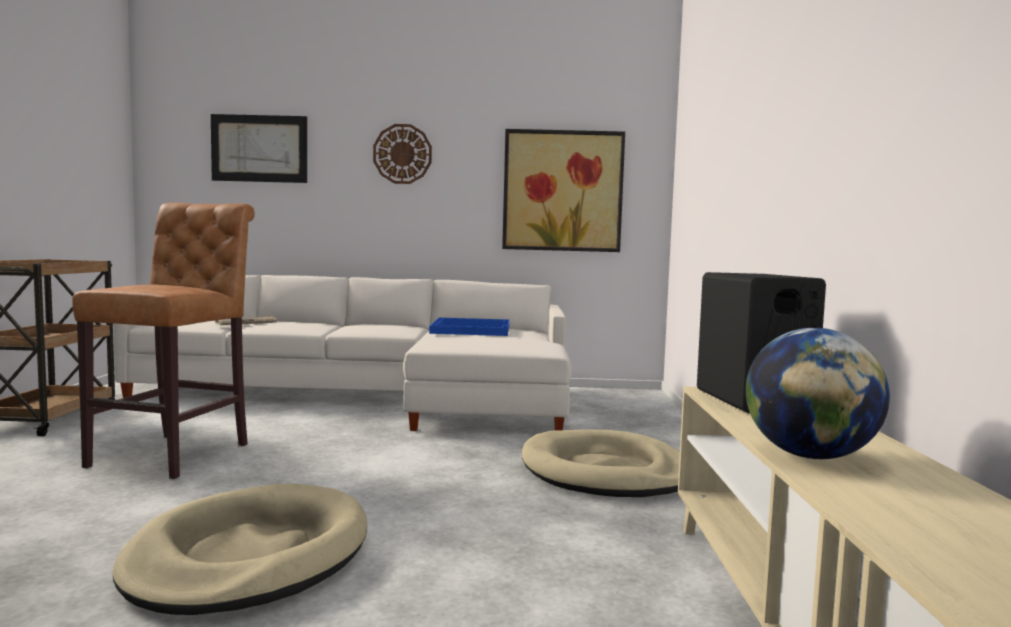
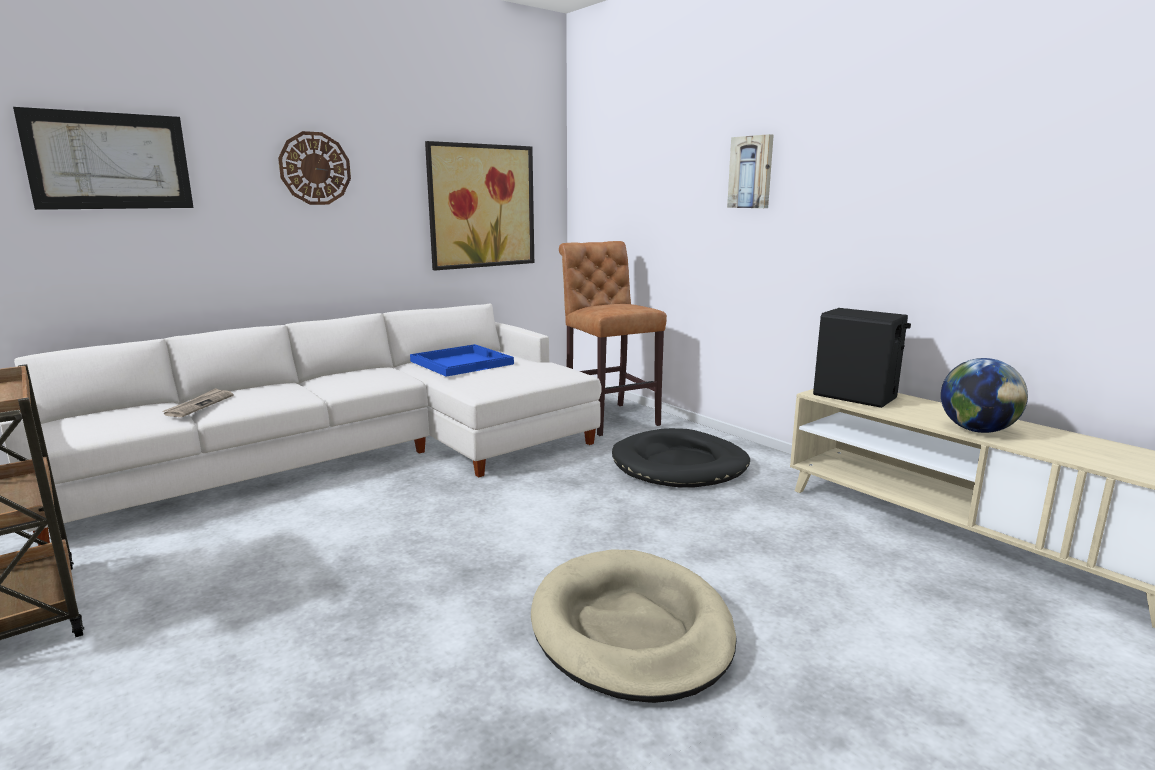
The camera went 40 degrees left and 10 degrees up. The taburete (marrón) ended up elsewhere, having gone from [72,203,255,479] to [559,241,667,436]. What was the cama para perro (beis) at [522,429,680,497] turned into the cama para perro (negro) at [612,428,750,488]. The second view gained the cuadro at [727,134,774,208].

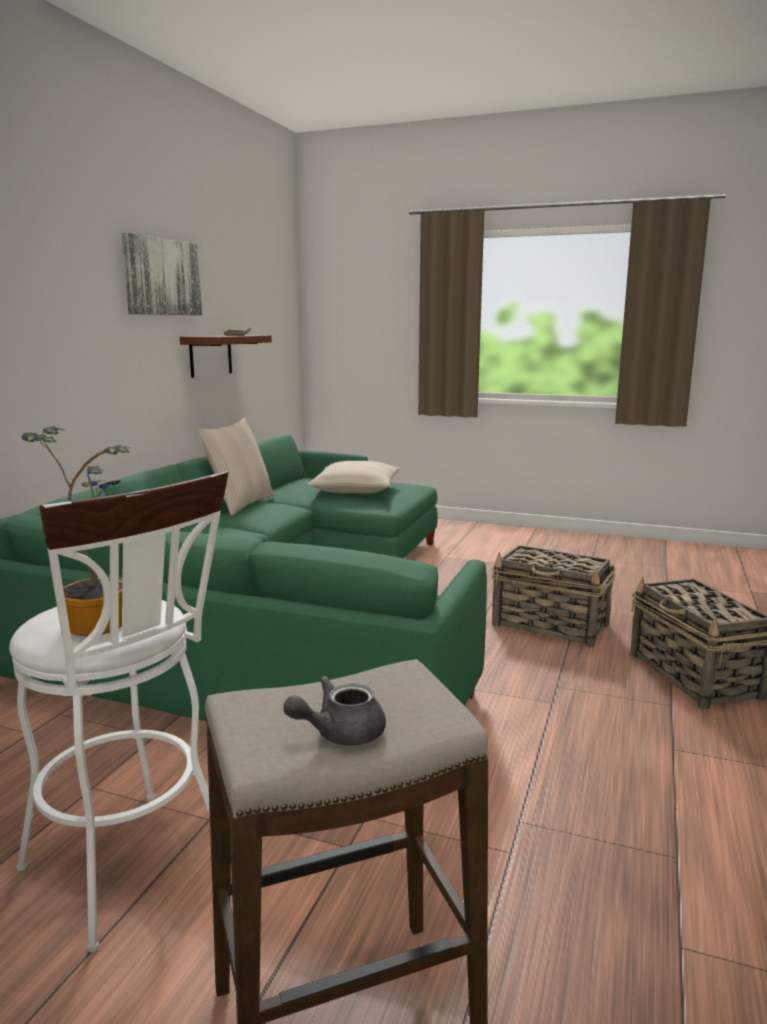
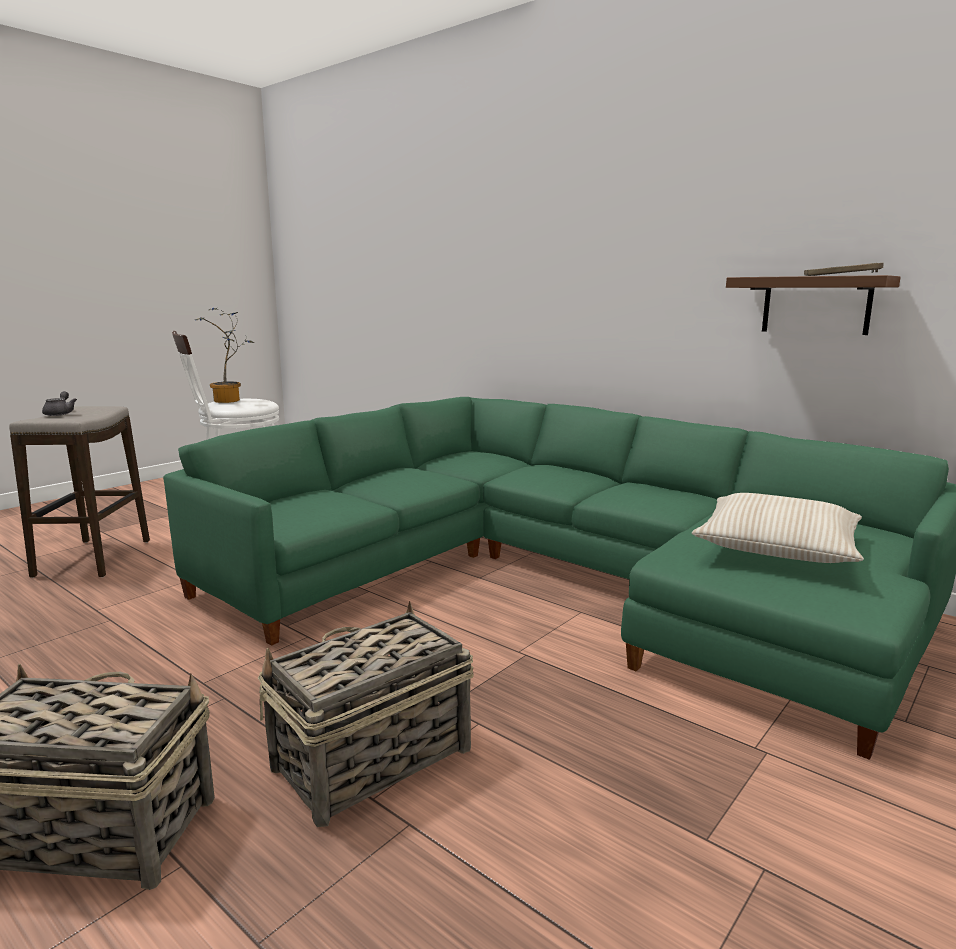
The camera went 110 degrees right and 0 degrees up. The second view lost the cuadro at [122,233,202,315]. The second view lost the cojín (beis) at [198,418,275,516].

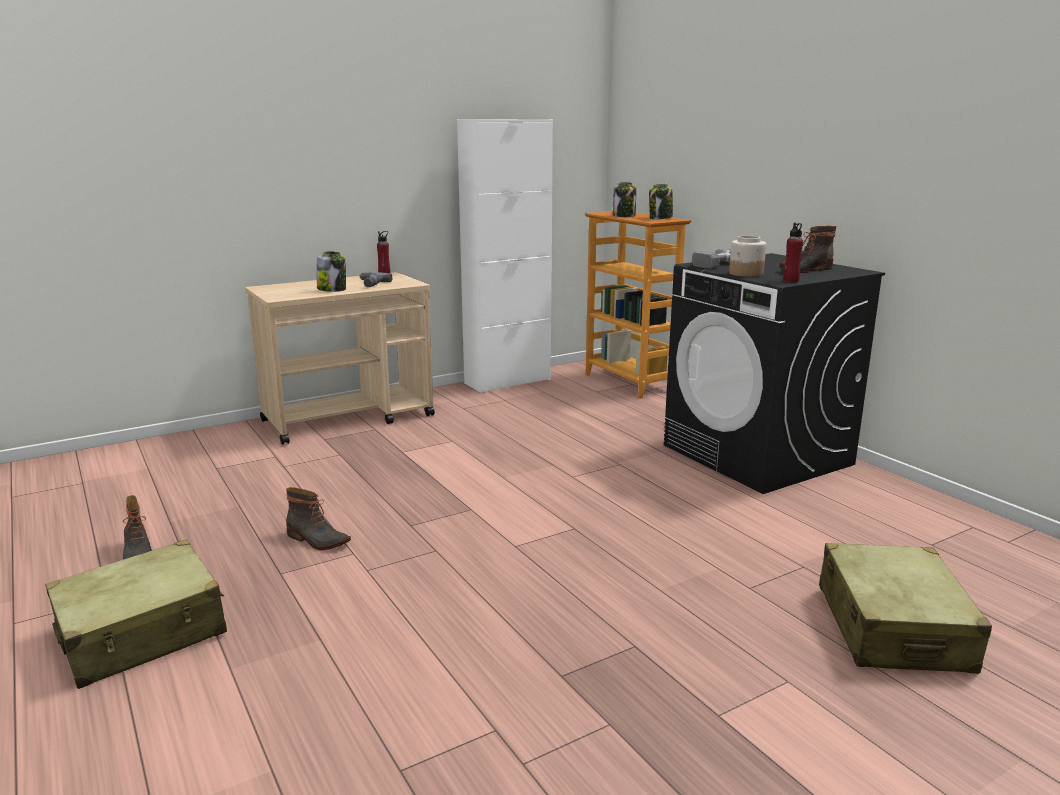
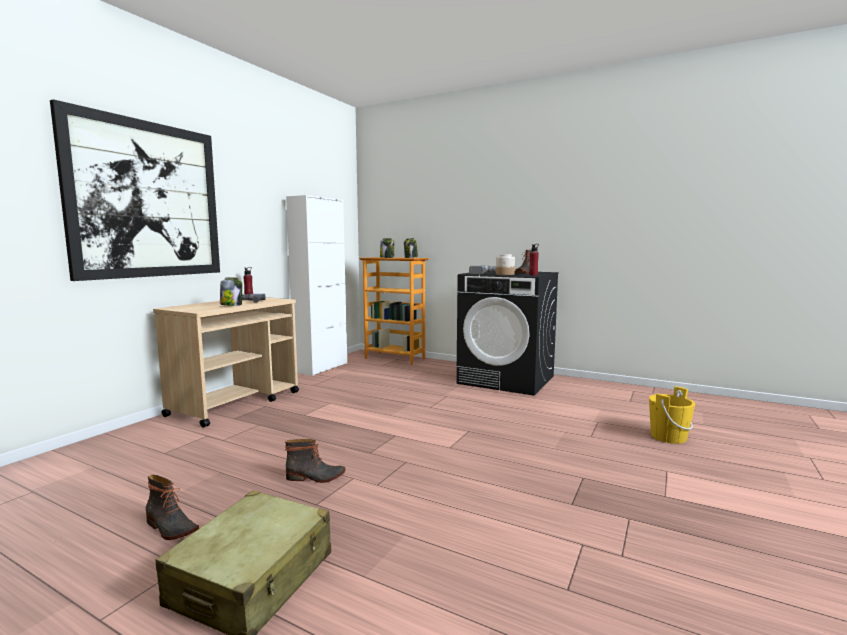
The camera went 30 degrees left and 10 degrees down. Where the maleta (beis) stood at [819,543,992,674], the cubo (amarillo) came to stand at [649,386,695,444]. The second view gained the cuadro at [50,99,220,281].

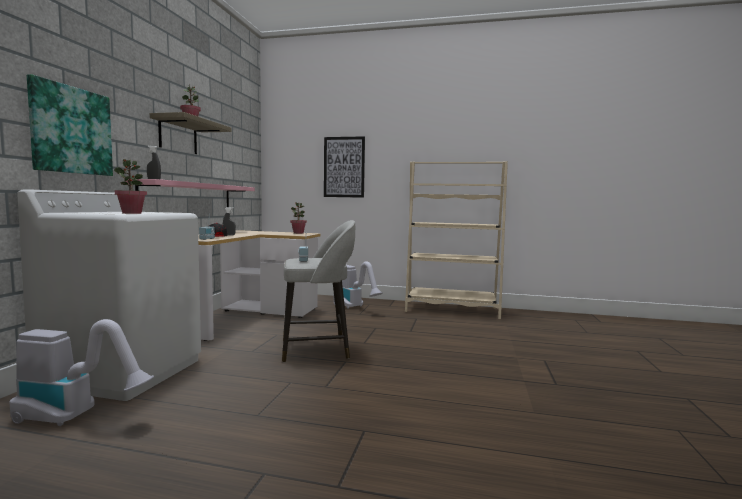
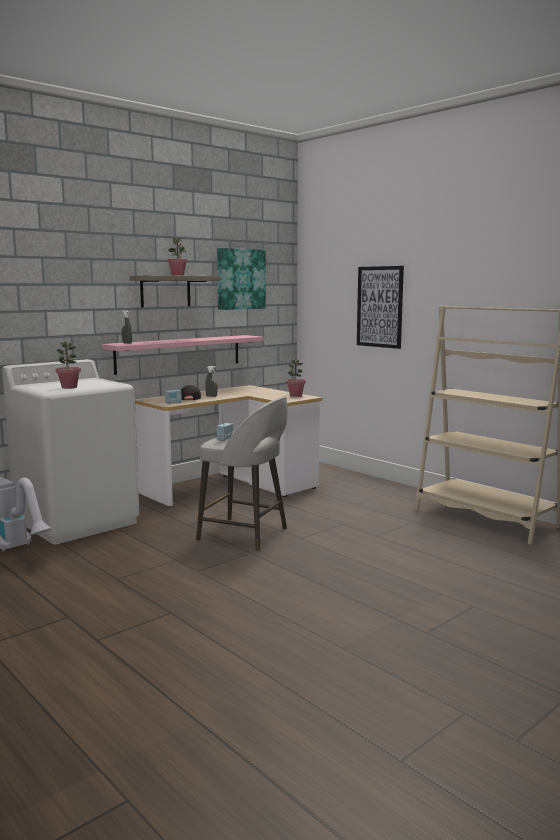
The camera went 35 degrees right and 5 degrees up. The cuadro ended up elsewhere, having gone from [27,74,113,176] to [217,248,266,310]. The second view lost the aspiradora at [333,261,383,309].

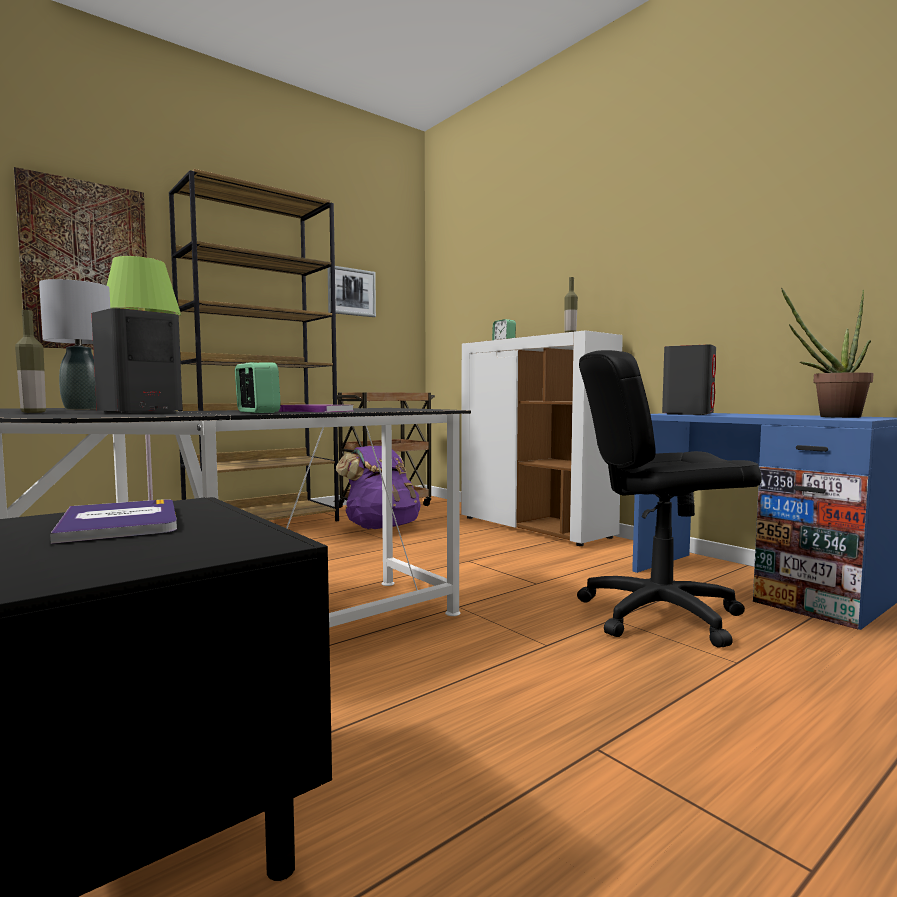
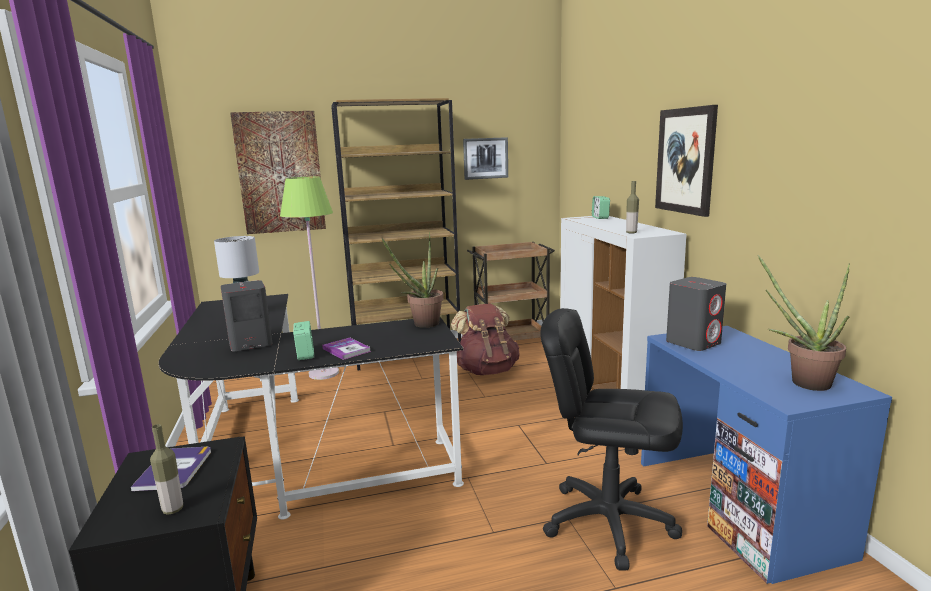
The camera went 25 degrees right and 10 degrees up. The botella ended up elsewhere, having gone from [15,310,46,413] to [150,424,183,515]. What was the mochila (morado) at [336,446,421,529] turned into the mochila (marrón) at [451,303,520,375]. The second view gained the cuadro at [655,105,718,217]. The second view gained the planta en maceta at [382,232,443,328].

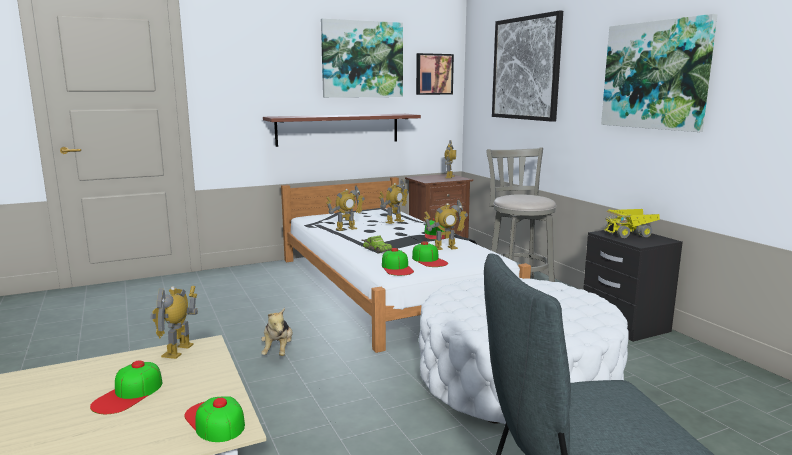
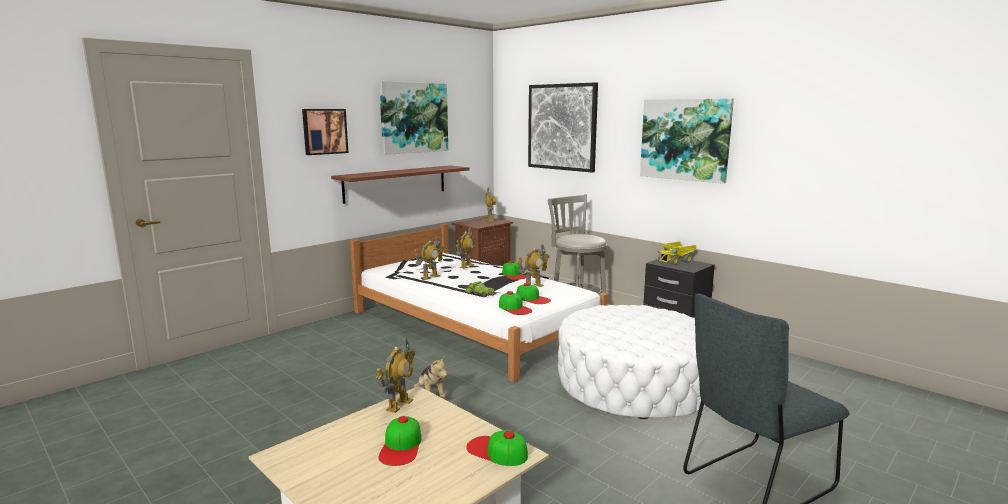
The camera went 20 degrees left and 0 degrees up. The cuadro ended up elsewhere, having gone from [416,53,454,95] to [302,109,348,155]. The robot de juguete at [151,286,198,359] ended up facing another way, 150 degrees counterclockwise from before.

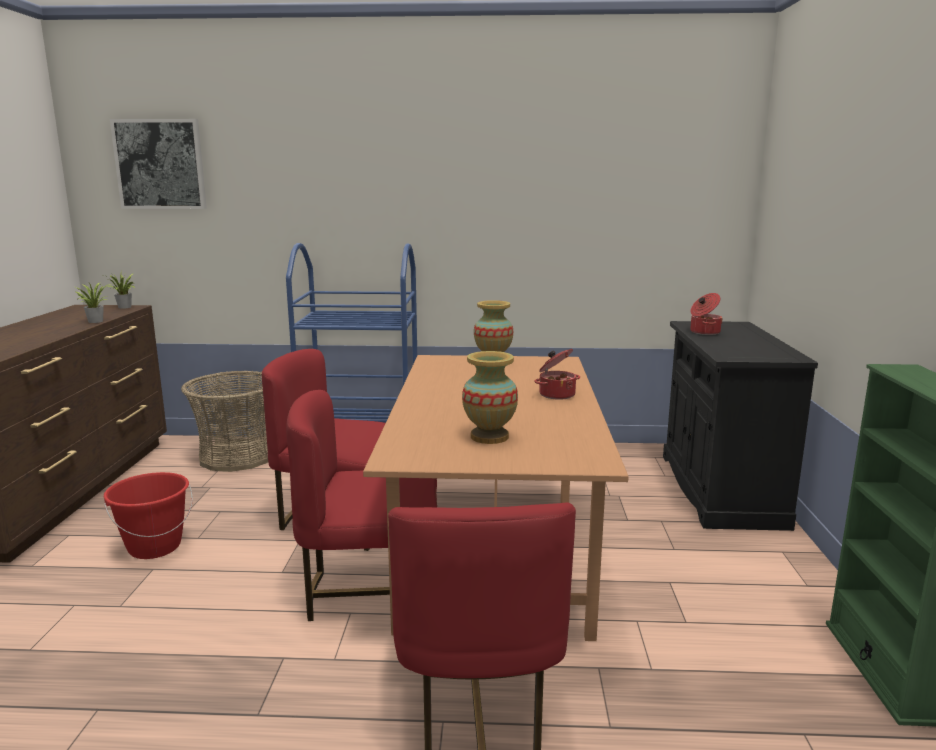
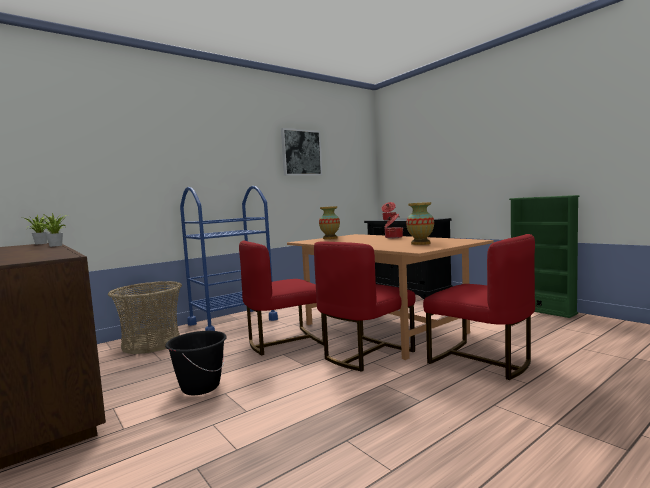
The camera went 40 degrees left and 10 degrees down. The cuadro ended up elsewhere, having gone from [110,119,207,209] to [281,128,322,176]. What was the cubo (rojo) at [104,472,193,559] turned into the cubo (negro) at [165,331,227,395].

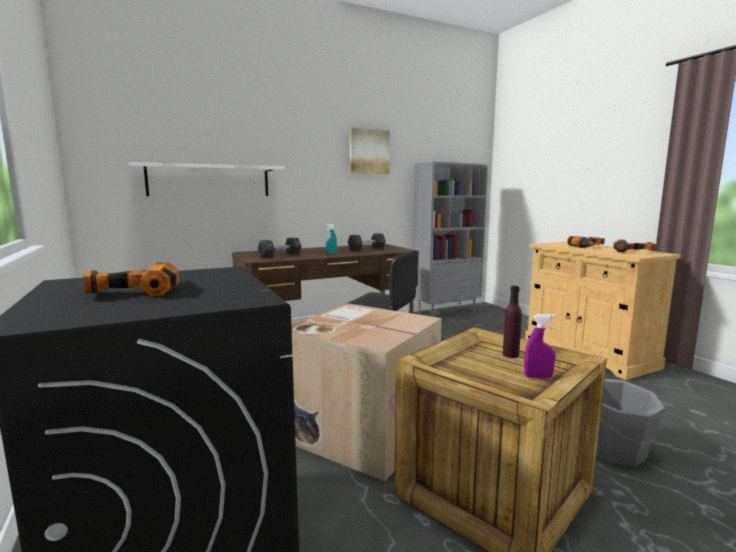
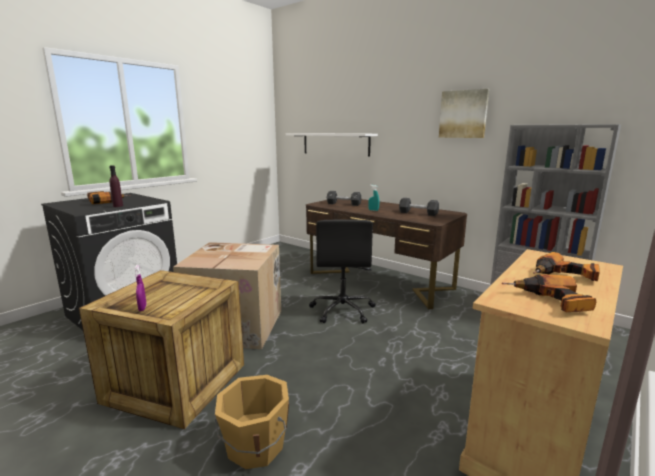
The camera went 65 degrees right and 5 degrees up. The botella (morado) ended up elsewhere, having gone from [503,286,522,358] to [109,165,123,207]. What was the cubo (gris) at [596,379,665,467] turned into the cubo (naranja) at [214,375,289,469].

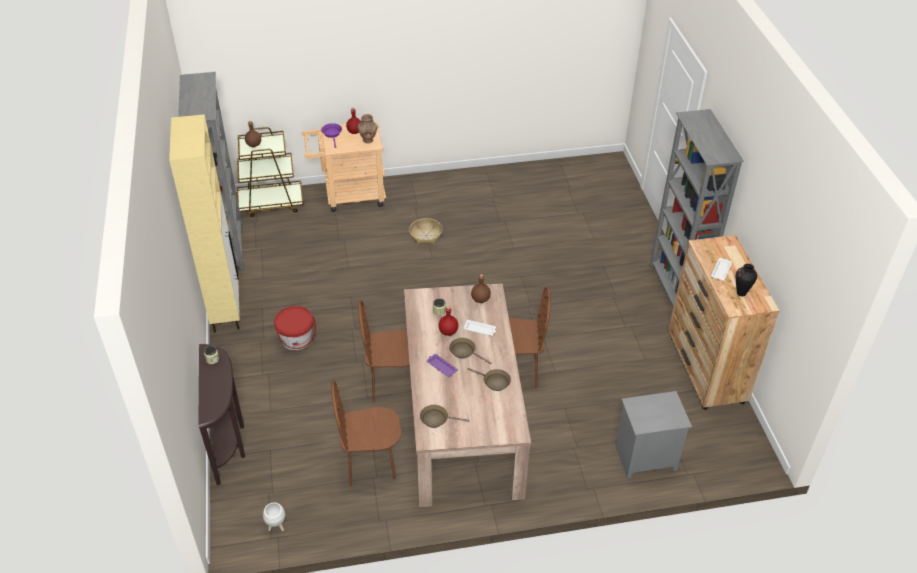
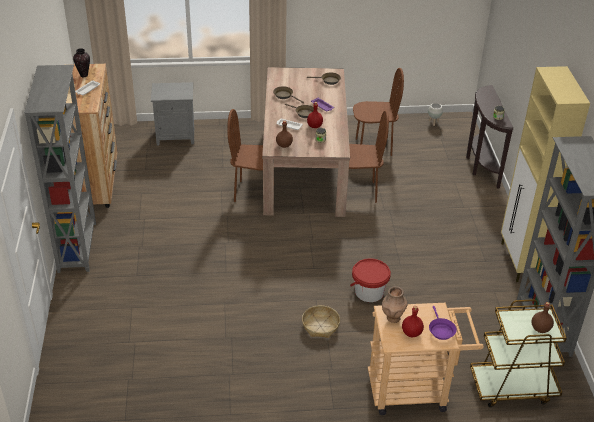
The camera went 175 degrees left and 5 degrees down. The cubo (rojo) ended up elsewhere, having gone from [274,306,316,350] to [350,258,391,302].

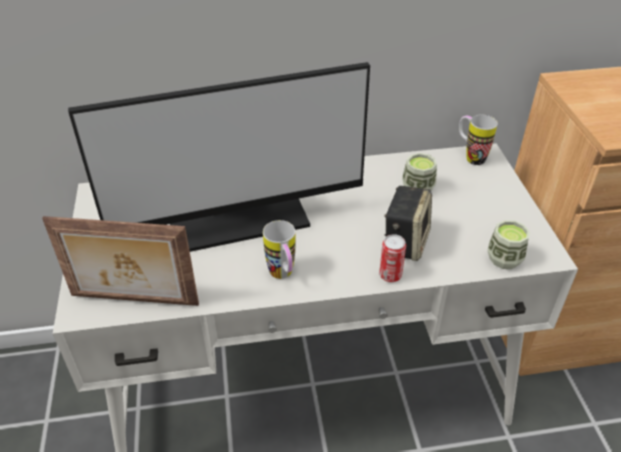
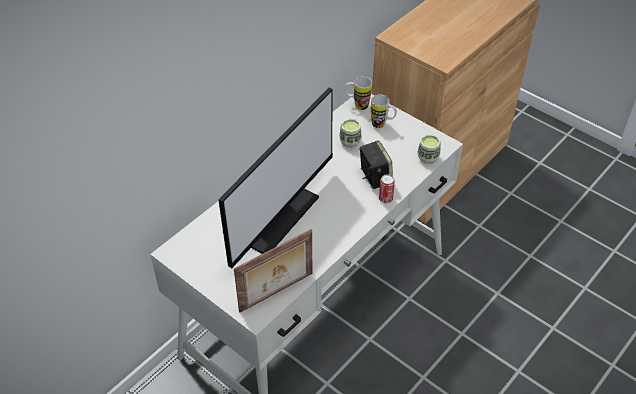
The camera went 40 degrees left and 5 degrees up. The taza grande ended up elsewhere, having gone from [263,220,295,279] to [371,95,397,128].

